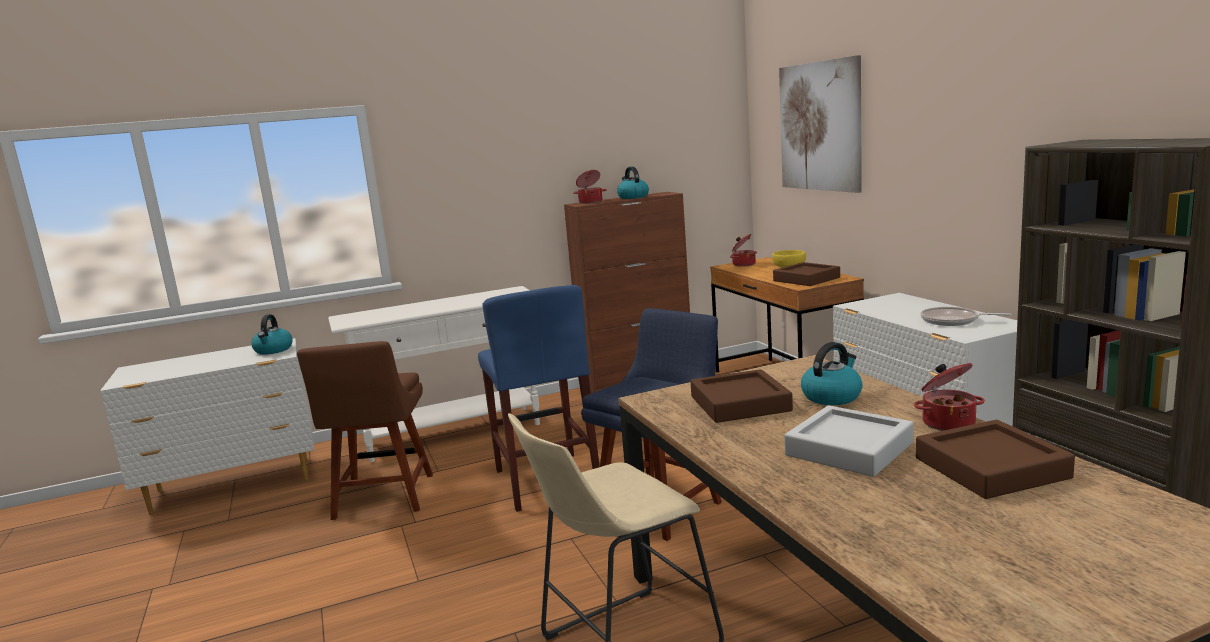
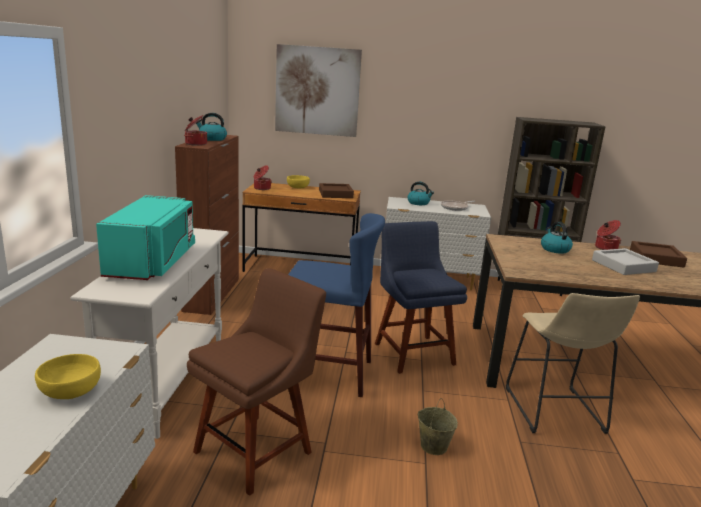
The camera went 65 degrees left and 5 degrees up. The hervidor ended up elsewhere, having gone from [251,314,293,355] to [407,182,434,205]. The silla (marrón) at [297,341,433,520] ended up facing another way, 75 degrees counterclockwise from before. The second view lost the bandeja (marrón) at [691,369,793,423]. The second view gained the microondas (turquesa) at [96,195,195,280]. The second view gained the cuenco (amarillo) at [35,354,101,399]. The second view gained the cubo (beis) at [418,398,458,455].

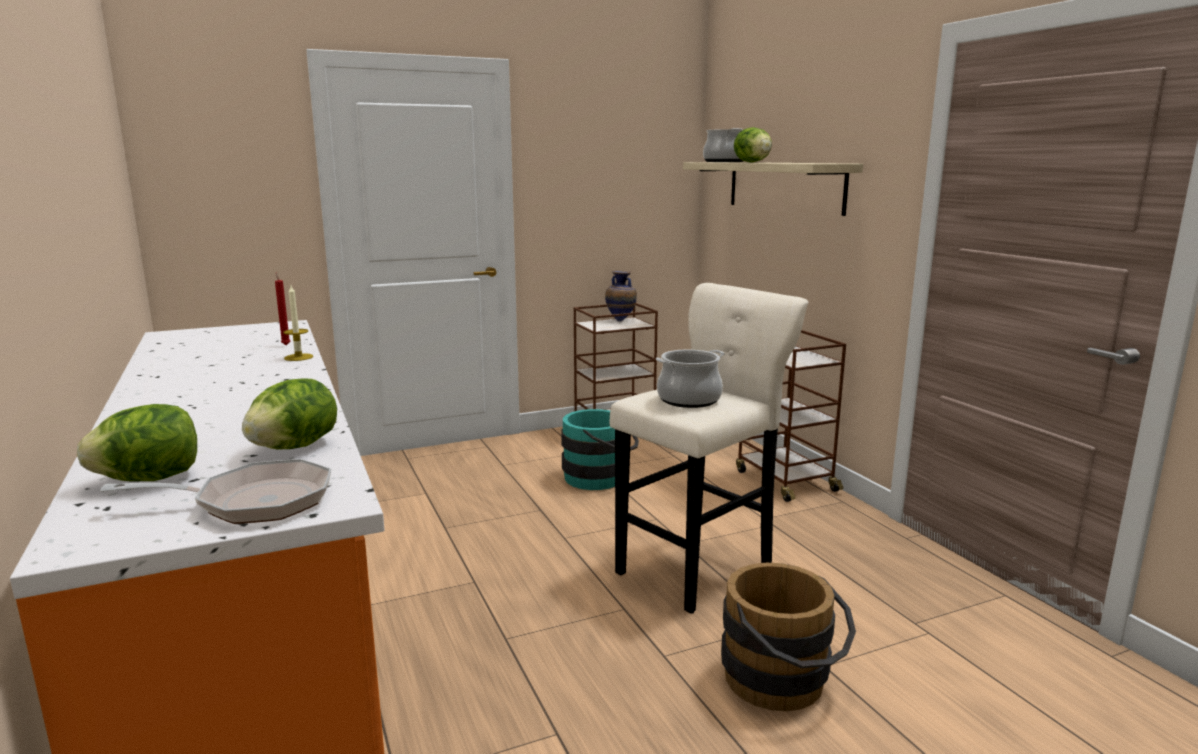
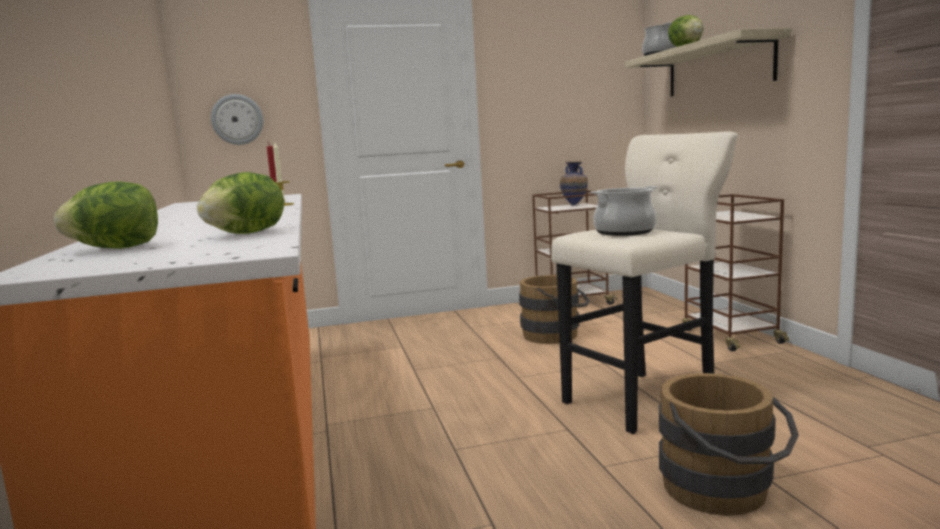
The camera went 10 degrees right and 5 degrees down. What was the cubo (turquesa) at [561,409,639,490] turned into the cubo (marrón) at [519,275,590,344]. The second view lost the sartén at [100,459,331,524]. The second view gained the reloj de pared at [211,94,263,145].

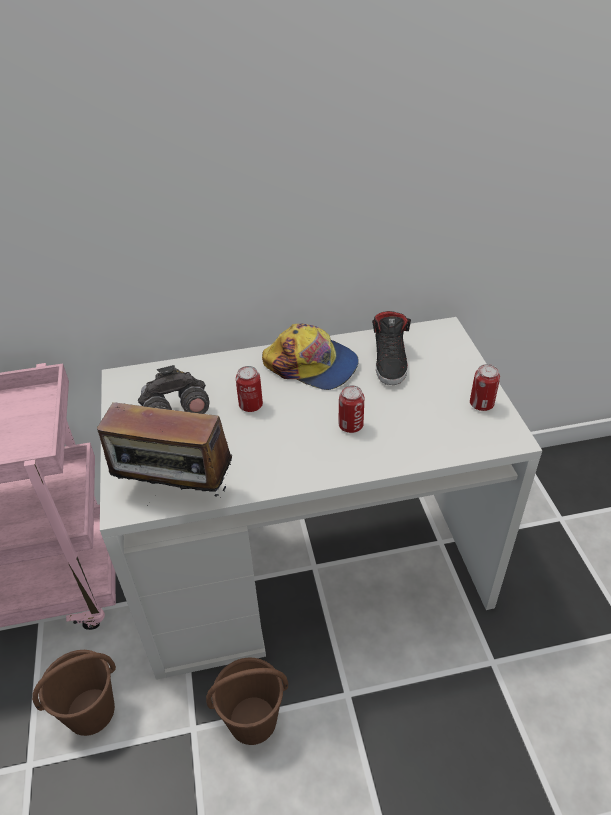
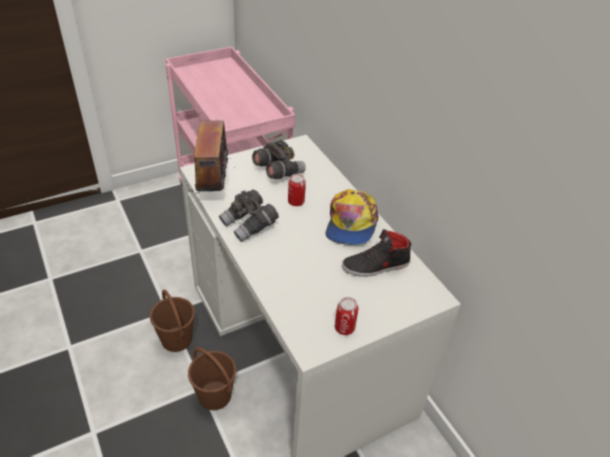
The camera went 70 degrees right and 0 degrees up. The second view lost the lata at [339,385,364,433]. The cubo (marrón) ended up elsewhere, having gone from [32,650,116,736] to [188,347,236,410]. The second view gained the prismáticos (gris) at [219,189,279,242].

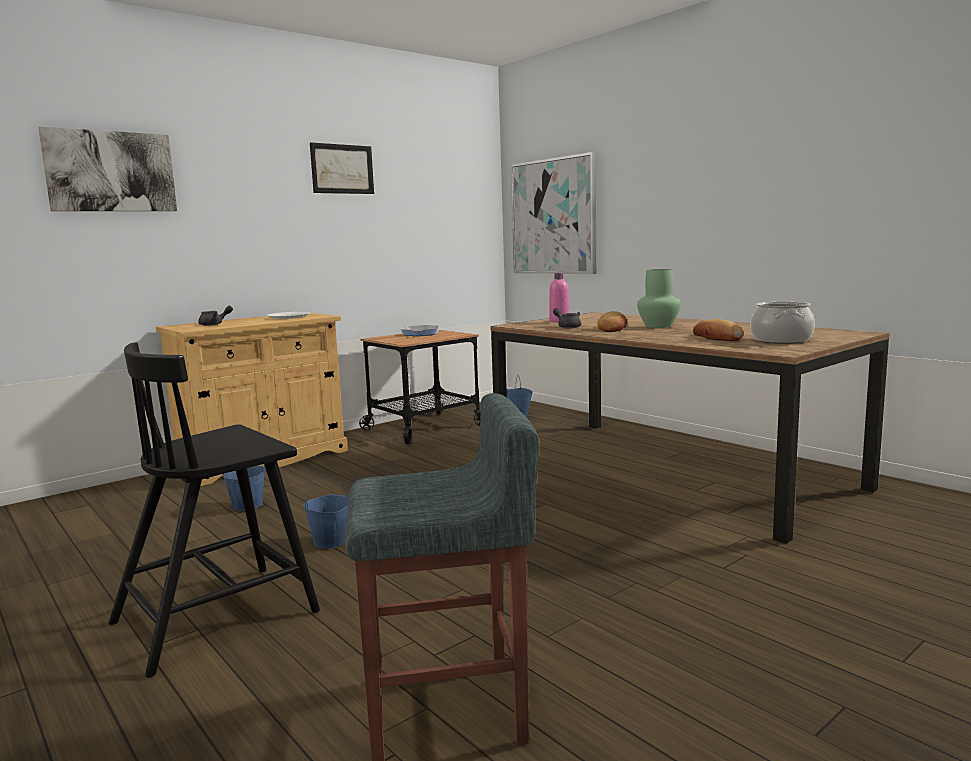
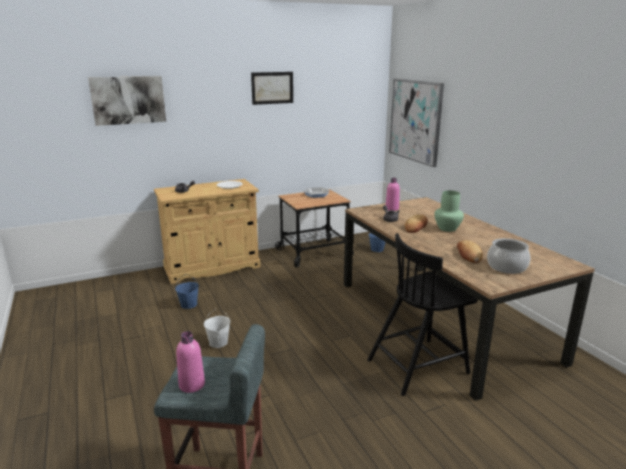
The camera went 15 degrees right and 10 degrees up. The silla (negro) ended up elsewhere, having gone from [109,342,320,678] to [367,233,477,396]. What was the cubo (azul) at [303,475,349,549] turned into the cubo (blanco) at [204,309,230,348]. The second view gained the botella (rosa) at [176,331,205,393].

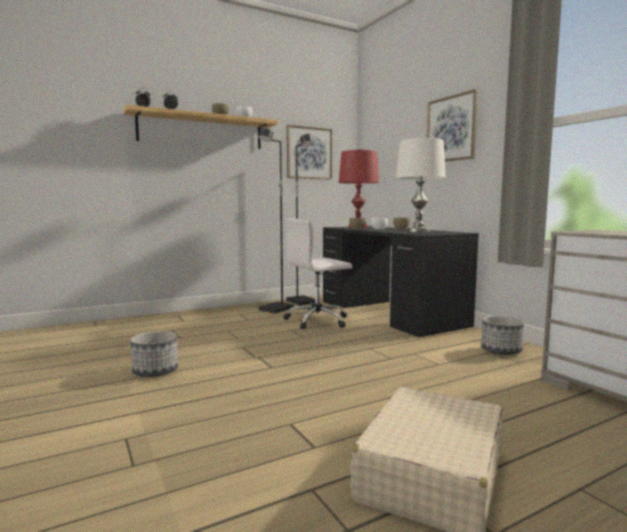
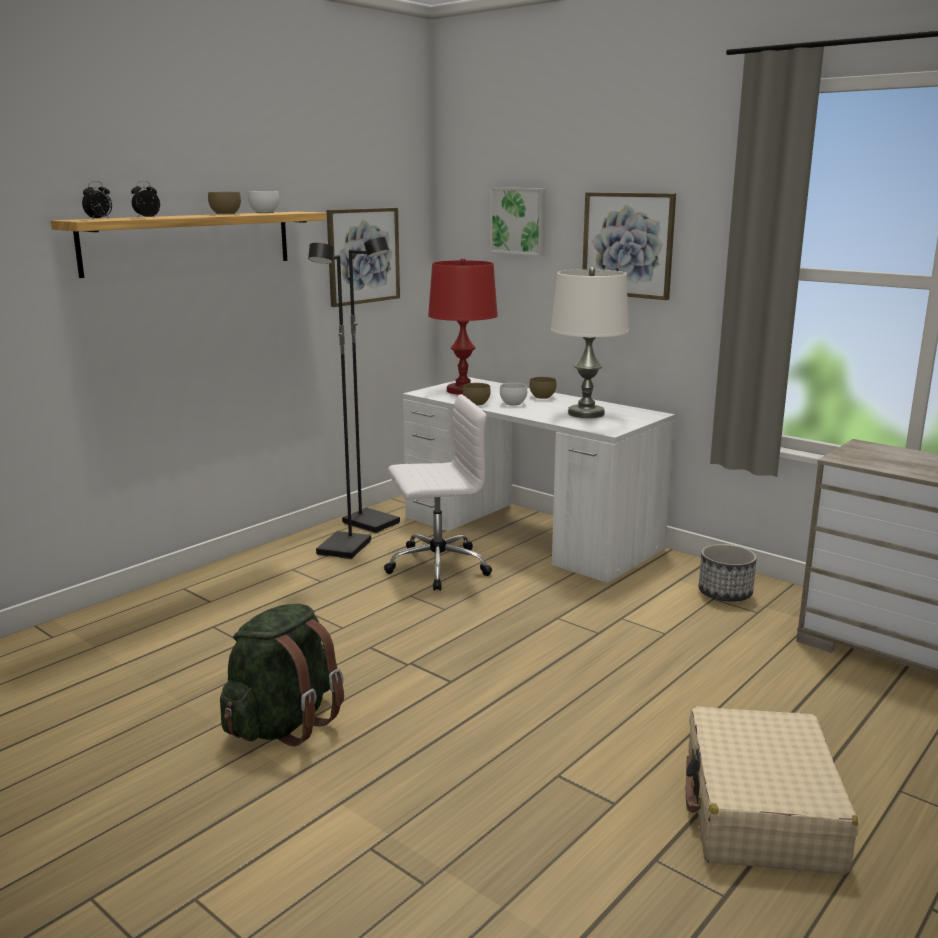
The camera went 20 degrees left and 10 degrees up. The silla de oficina (blanco) at [284,218,352,329] ended up facing another way, 150 degrees counterclockwise from before. What was the escritorio (negro) at [323,226,479,337] turned into the escritorio (blanco) at [403,377,675,583]. Where the maceta stood at [130,331,178,377], the mochila (verde) came to stand at [220,604,344,746]. The second view gained the cuadro at [490,188,546,256].

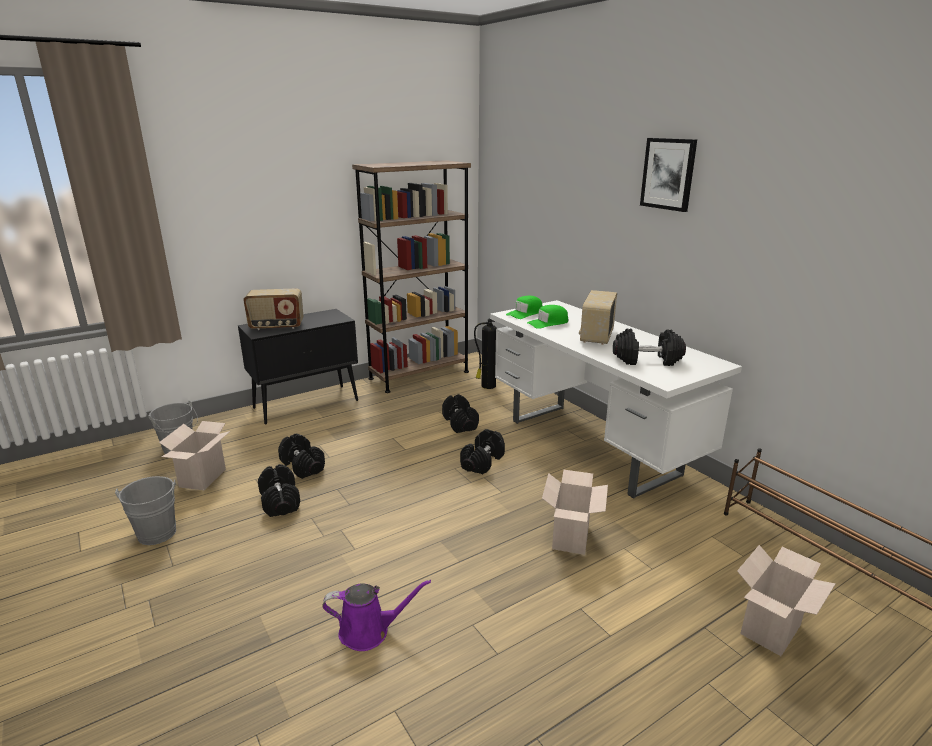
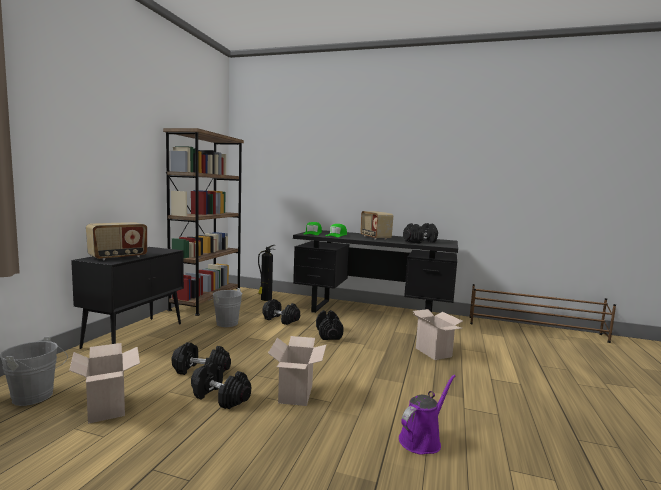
The camera went 40 degrees left and 15 degrees down. The second view lost the cuadro at [640,138,697,212]. What was the escritorio (blanco) at [490,300,742,499] turned into the escritorio (negro) at [293,230,458,313]. The cubo (gris) ended up elsewhere, having gone from [115,476,176,545] to [210,288,242,327]. The caja de cartón ended up elsewhere, having gone from [737,545,836,656] to [268,336,326,406].

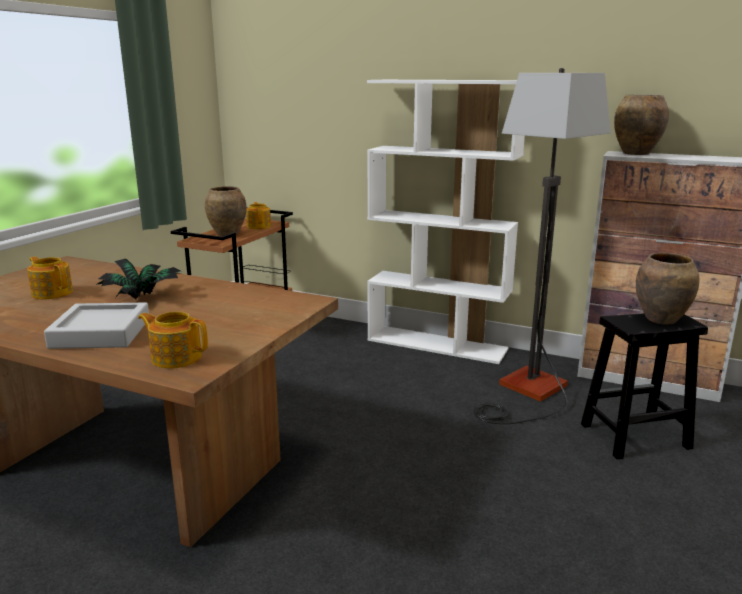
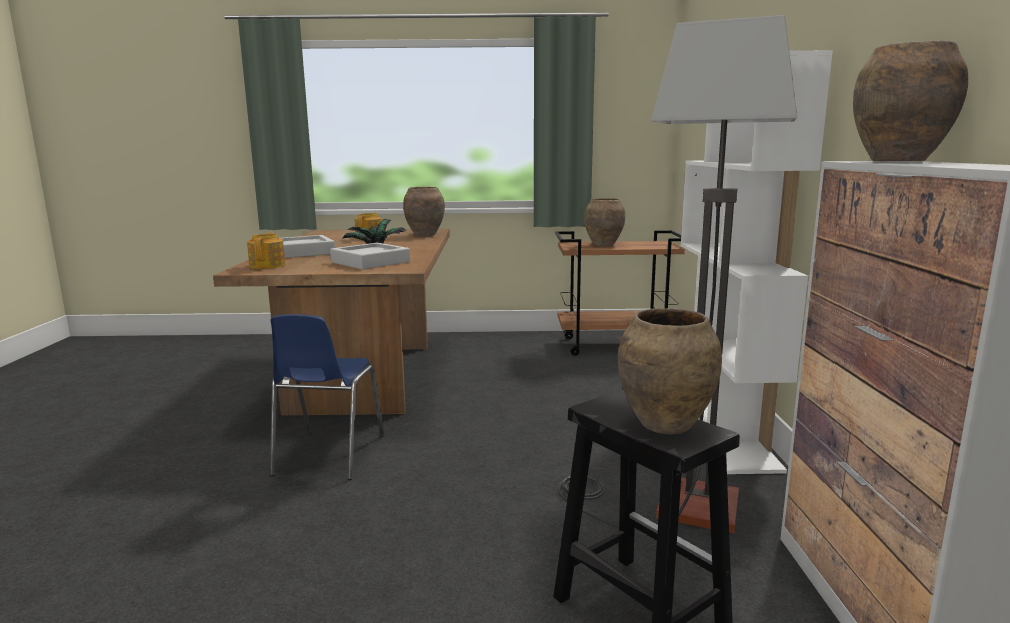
The camera went 65 degrees right and 5 degrees down. The second view lost the tetera at [246,202,271,229]. The second view gained the florero (marrón) at [403,187,445,236]. The second view gained the bandeja (gris) at [330,243,410,270]. The second view gained the silla (azul) at [270,314,384,480].

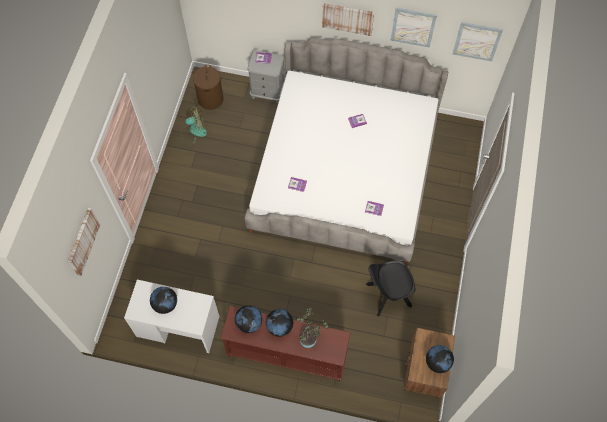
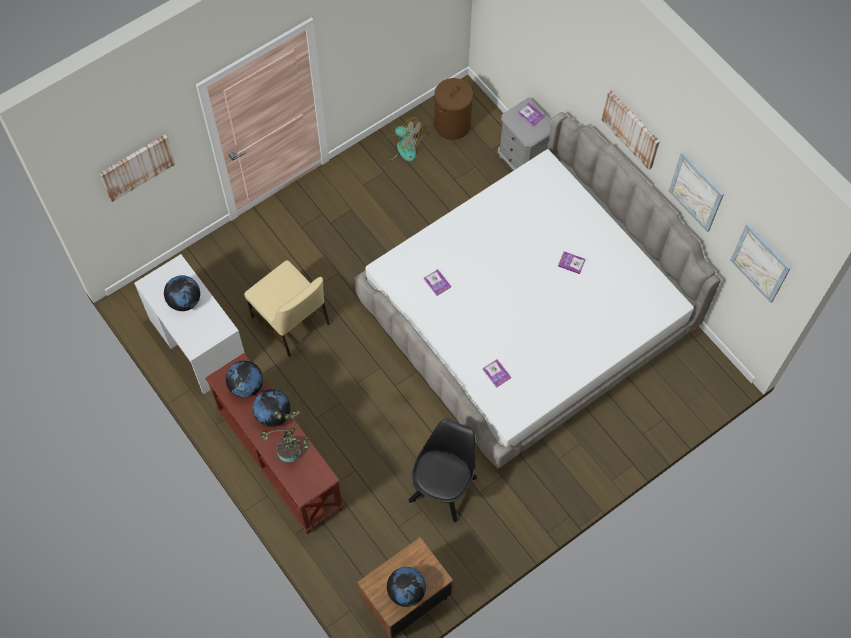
The camera went 40 degrees right and 0 degrees up. The silla (negro) at [366,260,415,316] ended up facing another way, 90 degrees clockwise from before. The second view gained the silla (beis) at [244,260,330,357].

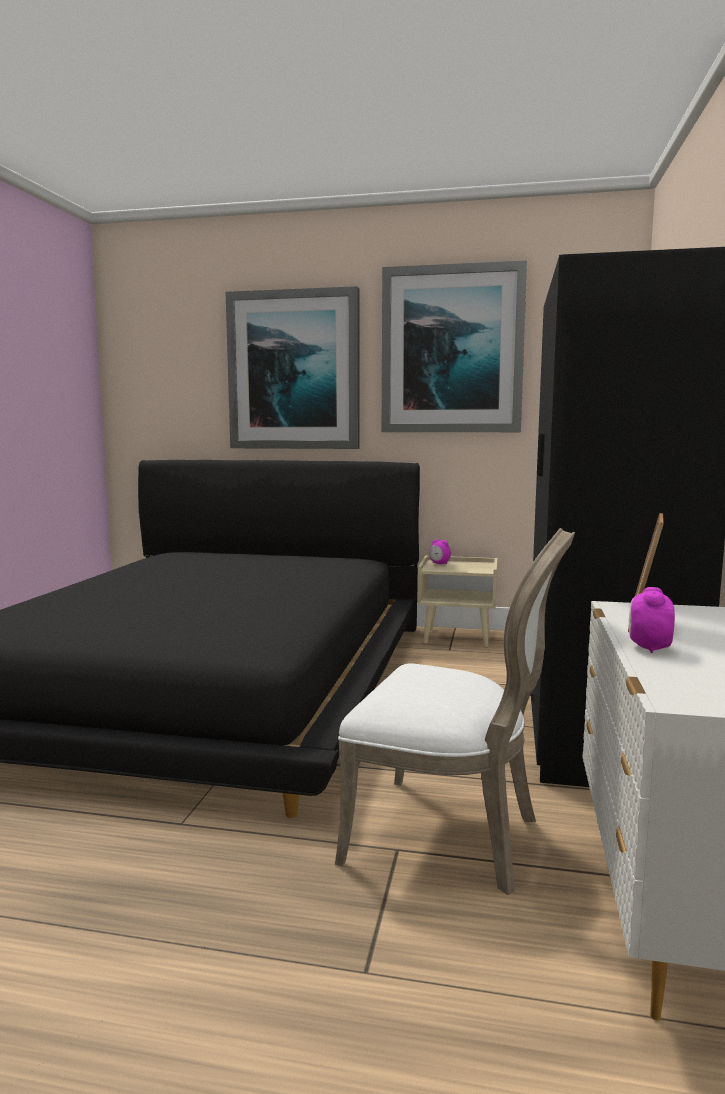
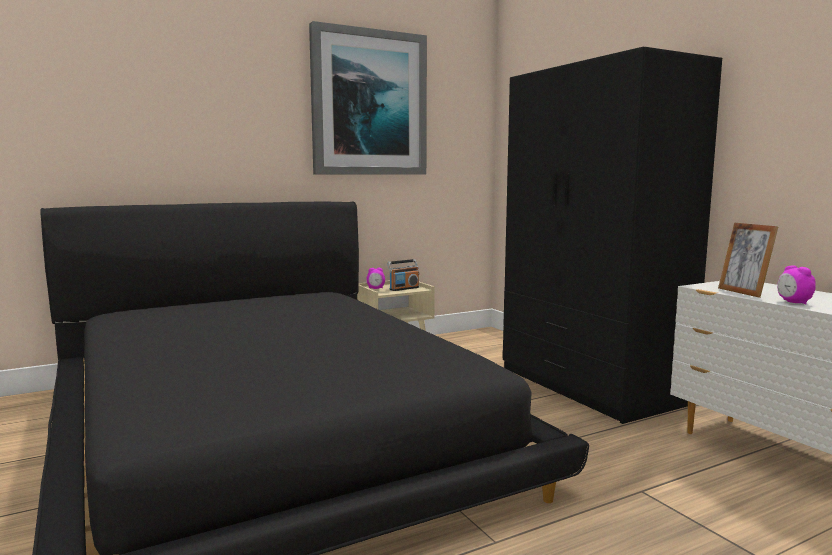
The camera went 40 degrees left and 0 degrees up. The second view lost the cuadro at [226,286,360,449]. The second view lost the silla (blanco) at [335,528,575,895]. The second view gained the radio at [387,259,419,291].

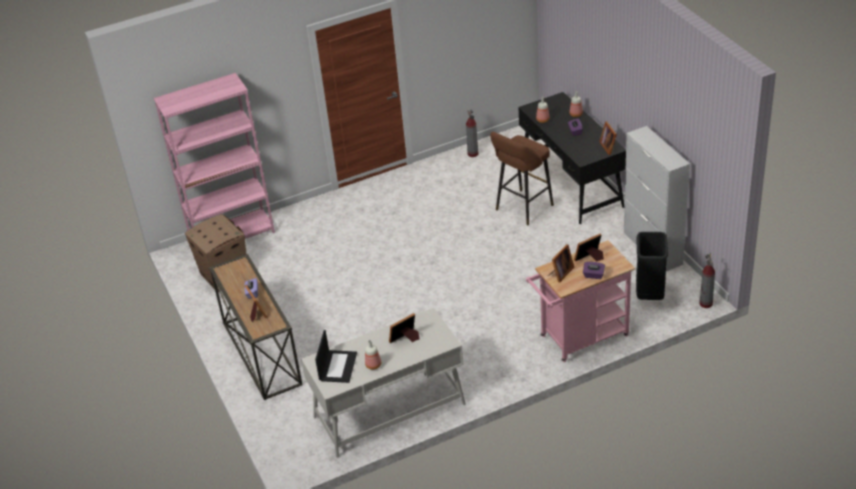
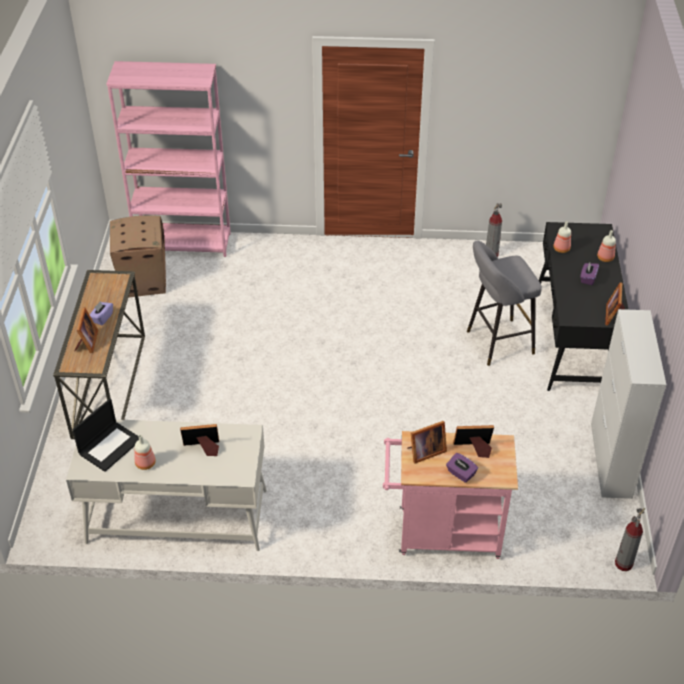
The camera went 25 degrees right and 5 degrees up. What was the taburete (marrón) at [490,132,554,225] turned into the taburete (gris) at [467,240,542,366]. The second view lost the papelera (negro) at [636,232,668,300].

